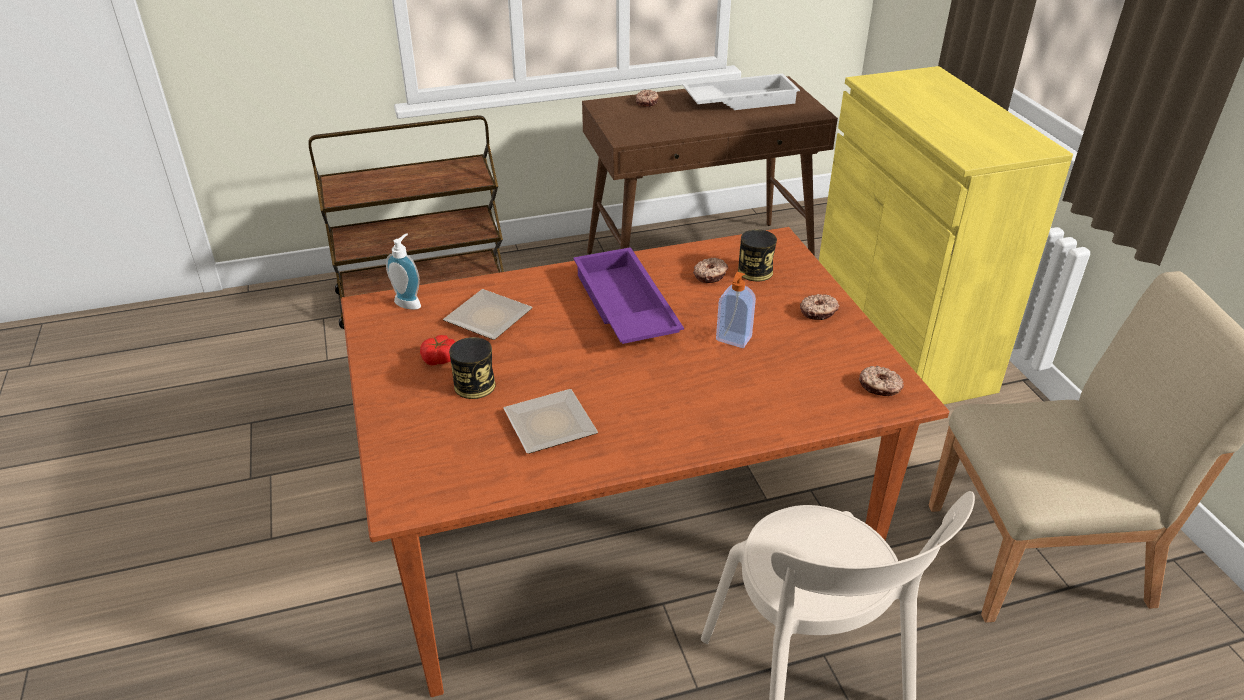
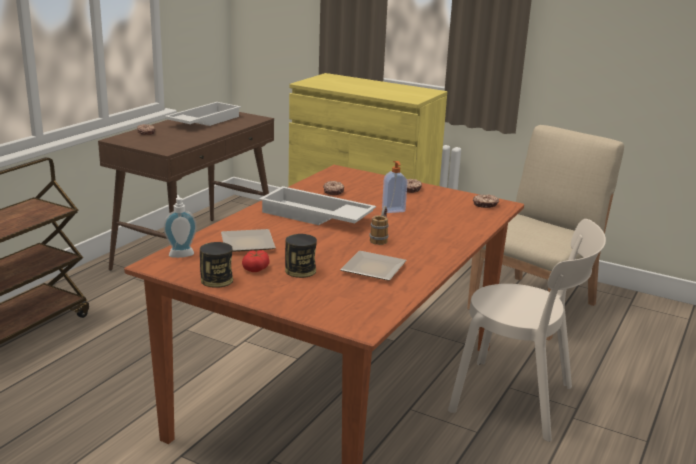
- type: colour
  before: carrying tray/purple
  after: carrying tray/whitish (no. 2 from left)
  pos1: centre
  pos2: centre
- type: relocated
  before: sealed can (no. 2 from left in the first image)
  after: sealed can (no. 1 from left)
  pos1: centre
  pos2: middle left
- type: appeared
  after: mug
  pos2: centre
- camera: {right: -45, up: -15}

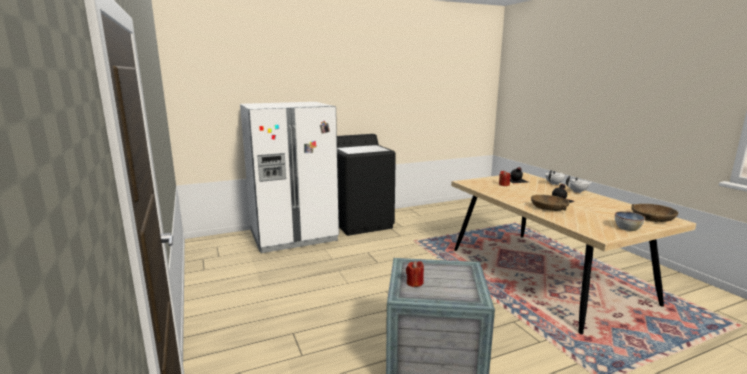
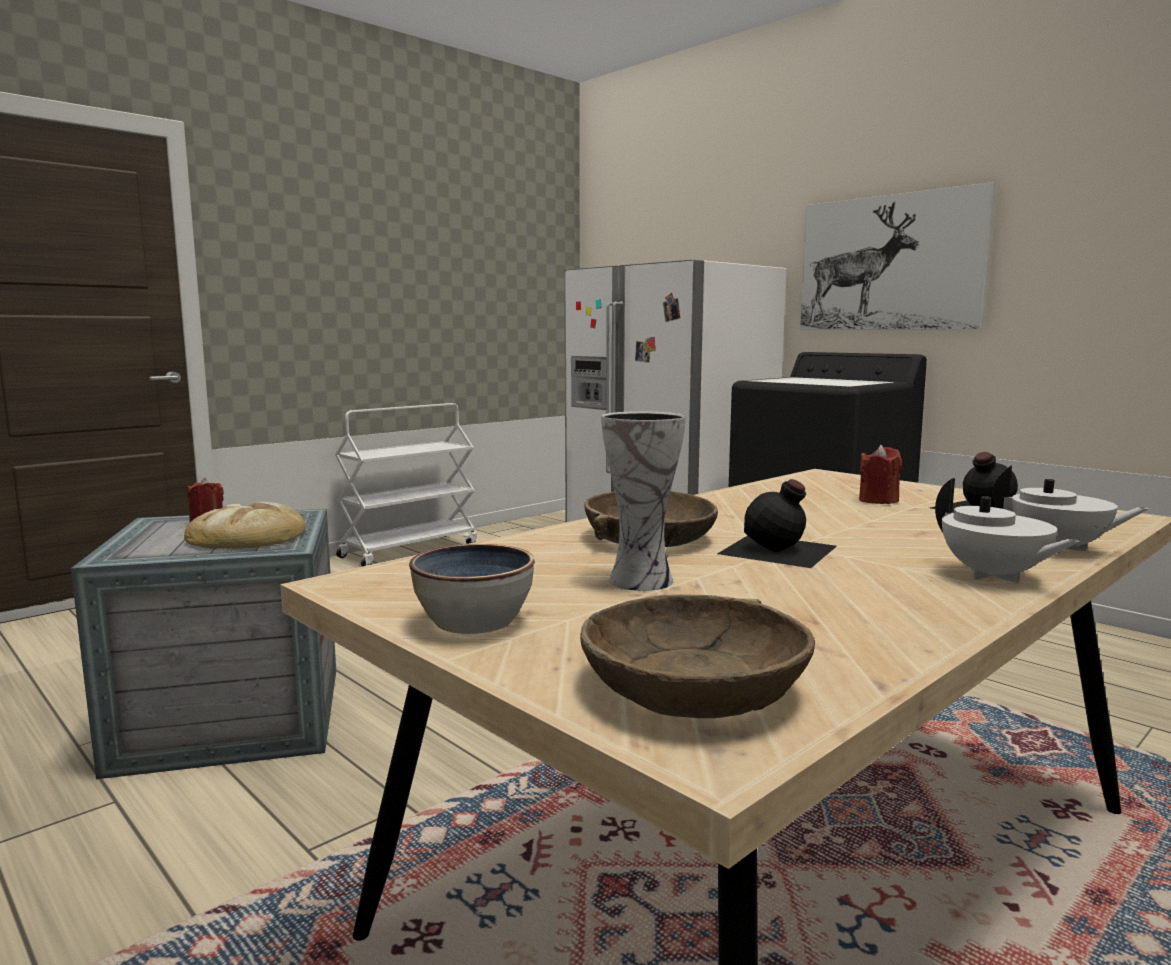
- type: appeared
  after: baked bread
  pos2: middle left
- type: appeared
  after: cart/whitish
  pos2: centre
- type: appeared
  after: decorative vase
  pos2: centre
- type: appeared
  after: wall art
  pos2: top right
- camera: {right: 70, up: -5}

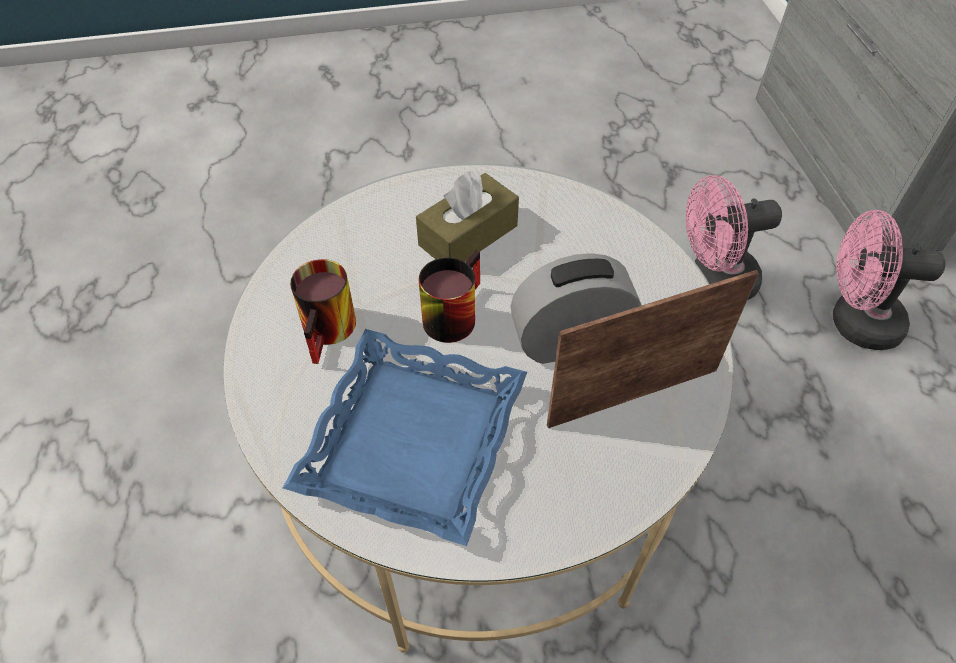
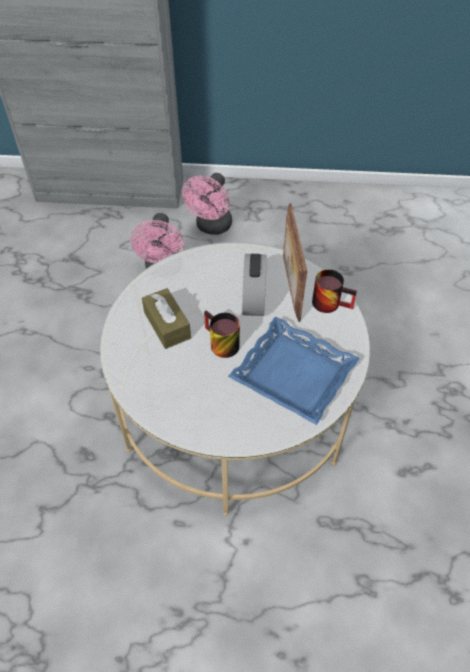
- type: relocated
  before: mug (no. 1 from left in the first image)
  after: mug (no. 2 from left)
  pos1: centre
  pos2: middle right
- camera: {right: -75, up: 0}

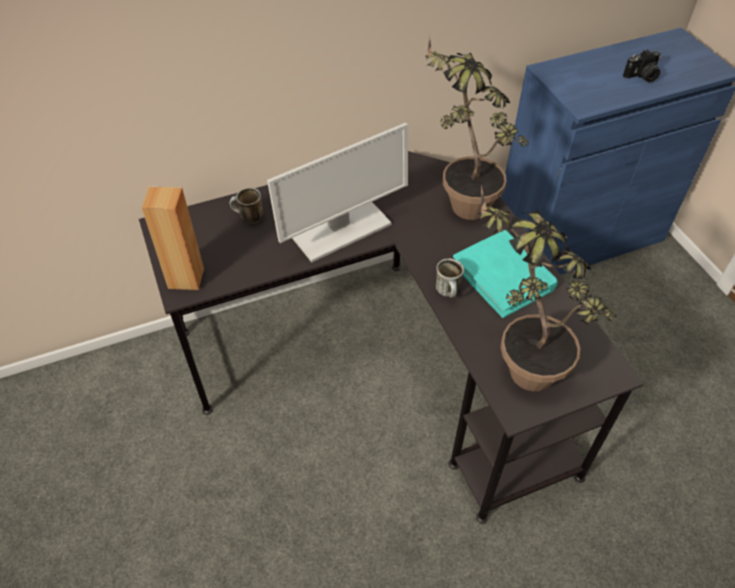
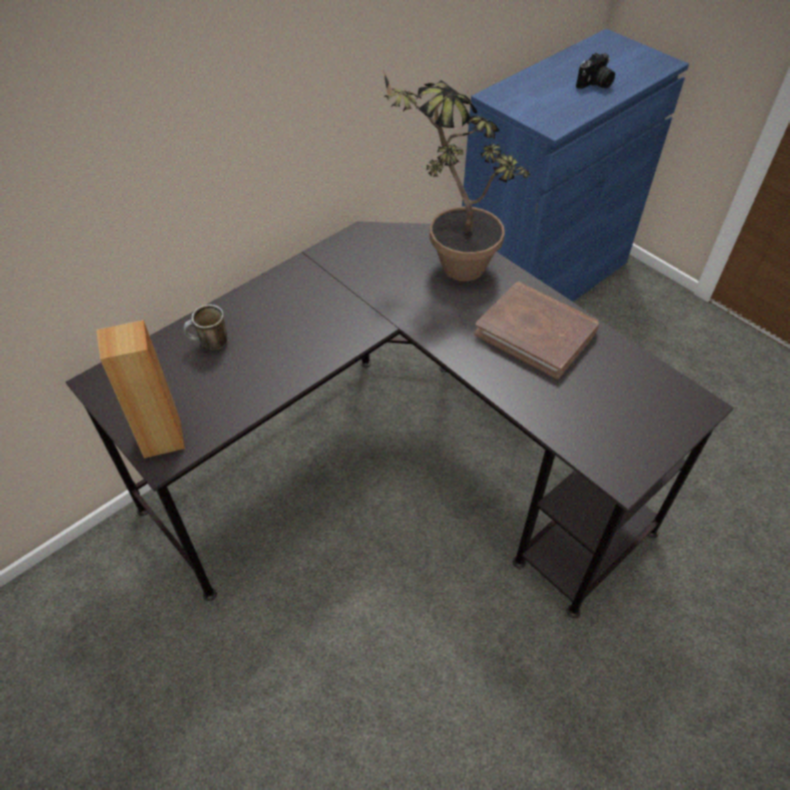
- type: missing
  before: monitor
  pos1: top centre
- type: missing
  before: mug (no. 2 from left)
  pos1: centre
- type: colour
  before: book/blue-green
  after: book/brown
  pos1: middle right
  pos2: middle right
- type: missing
  before: plant in a pot (no. 2 from left)
  pos1: middle right
- camera: {right: -20, up: 0}

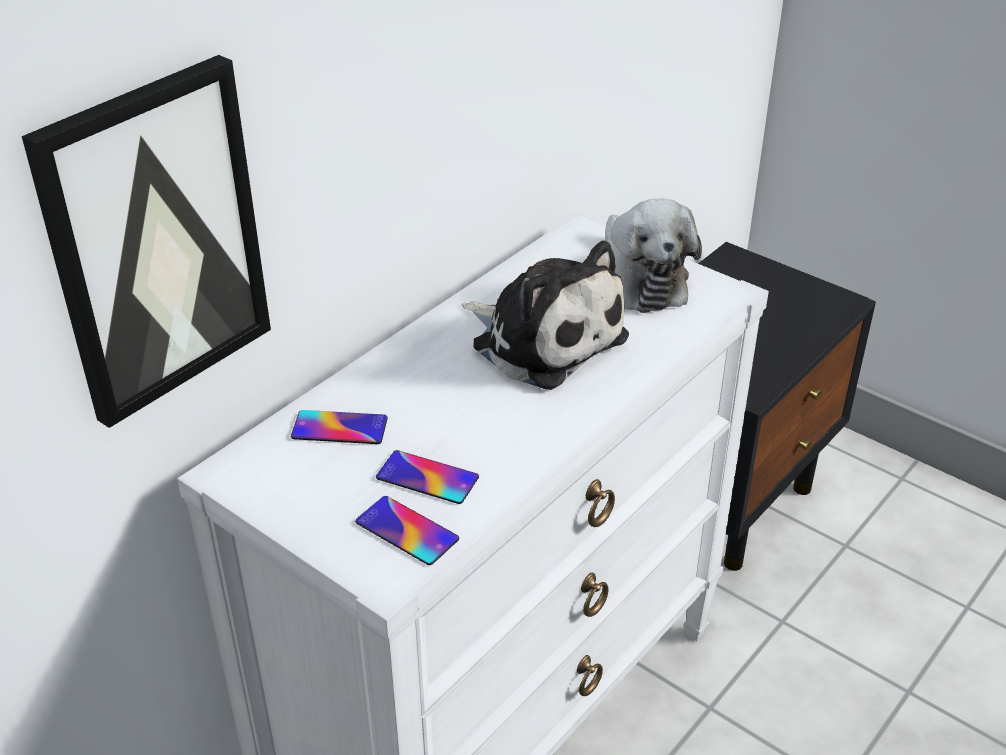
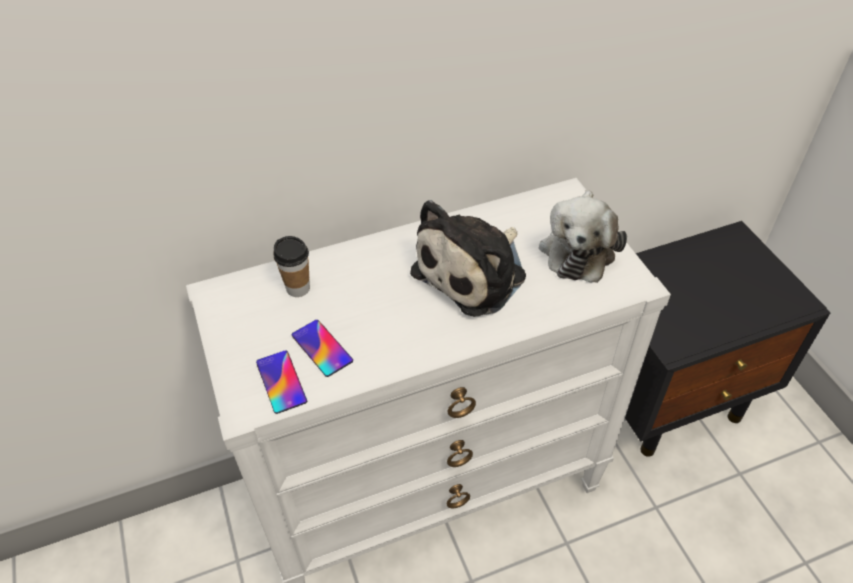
- type: missing
  before: wall art
  pos1: top left
- type: exchanged
  before: phone (no. 1 from left)
  after: cup
  pos1: centre
  pos2: centre
- type: spun
  before: cuddly toy (no. 1 from left)
  pos1: centre
  pos2: centre
  turn: 60
- camera: {right: 30, up: 10}

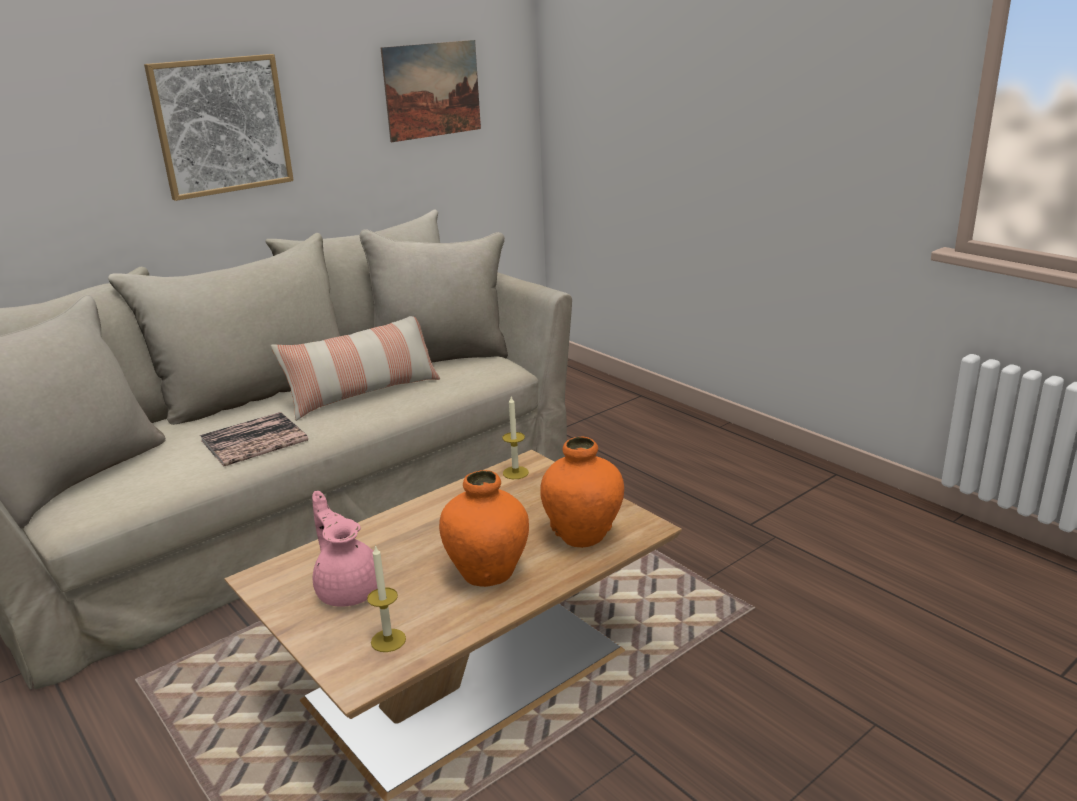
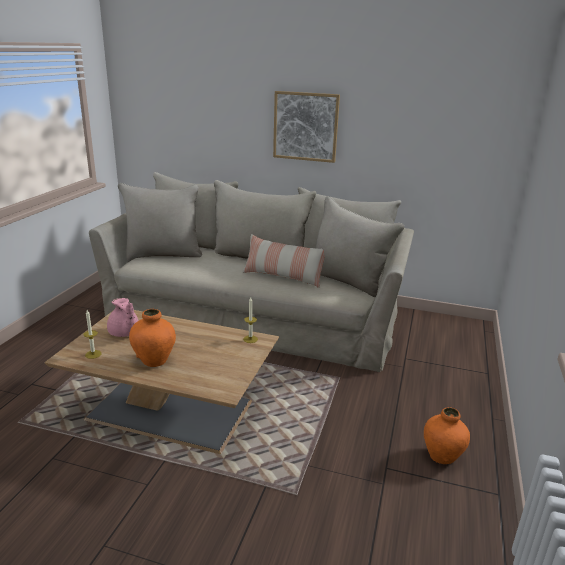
- type: missing
  before: book
  pos1: middle left
- type: spun
  before: tea pot/pink
  pos1: bottom left
  pos2: middle left
  turn: 120
- type: missing
  before: wall art (no. 2 from left)
  pos1: top centre
- type: relocated
  before: decorative vase/orange (no. 2 from left)
  pos1: centre
  pos2: bottom right
- camera: {right: 55, up: 0}

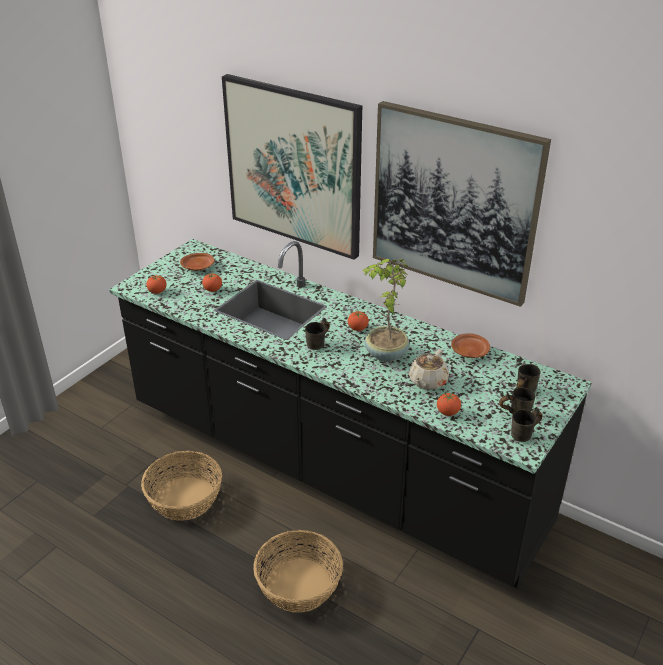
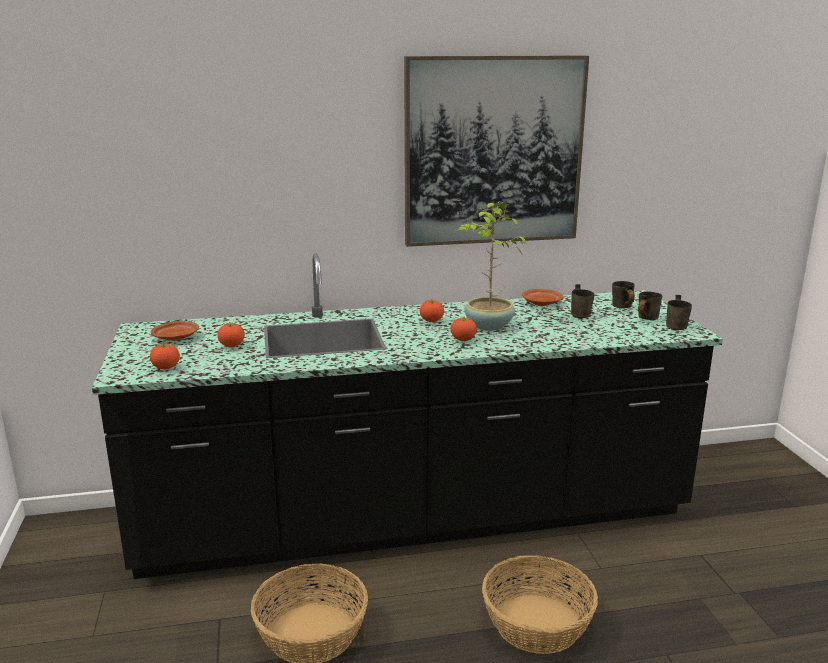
- type: missing
  before: wall art (no. 1 from left)
  pos1: top centre
- type: relocated
  before: mug/greyish (no. 1 from left)
  pos1: centre
  pos2: middle right
- type: missing
  before: tea pot/sand-coloured
  pos1: centre
- type: relocated
  before: whole tomato (no. 4 from left)
  pos1: middle right
  pos2: centre
- camera: {right: -45, up: -15}

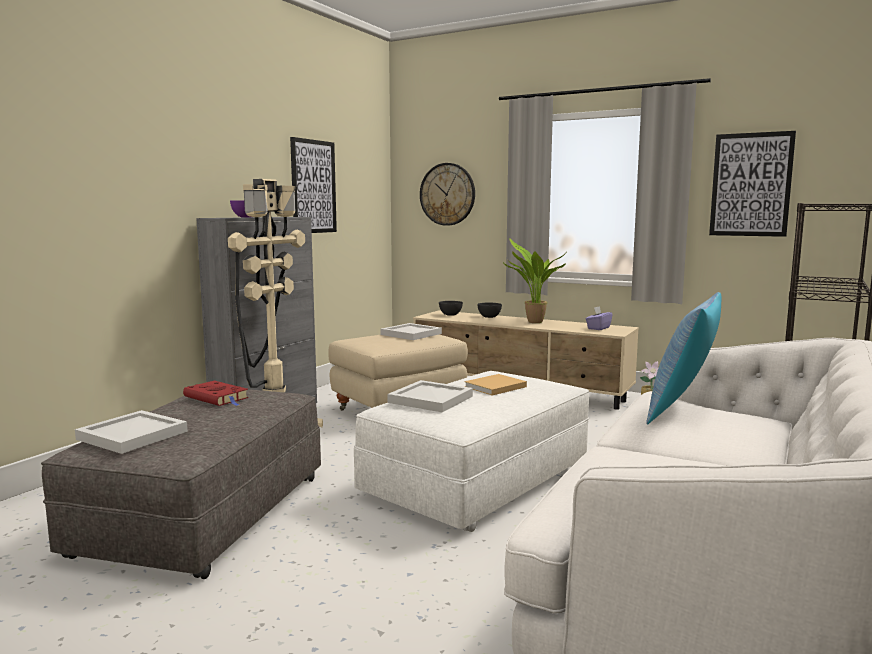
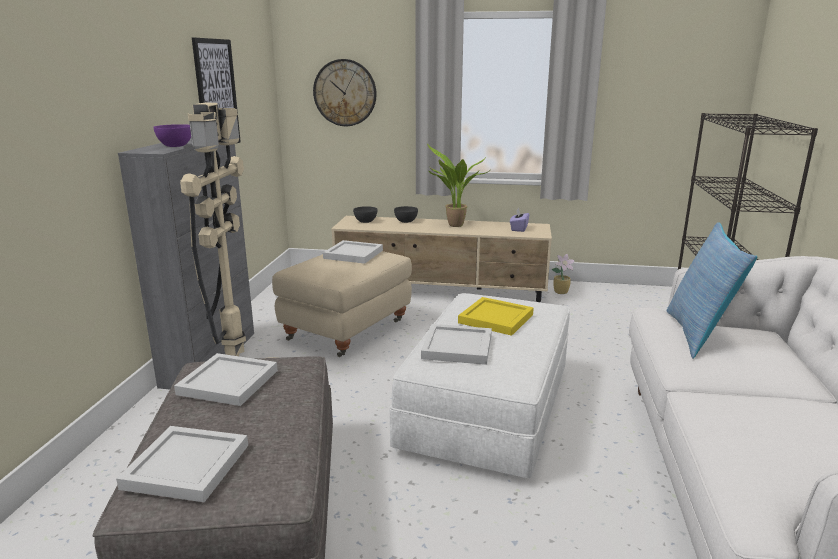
- type: exchanged
  before: book/red-coloured
  after: carrying tray/whitish (no. 2 from left)
  pos1: middle left
  pos2: bottom left
- type: exchanged
  before: book/sand-coloured
  after: carrying tray/yellowish
  pos1: centre
  pos2: centre
- type: missing
  before: wall art (no. 2 from left)
  pos1: top right
- camera: {right: -20, up: 10}

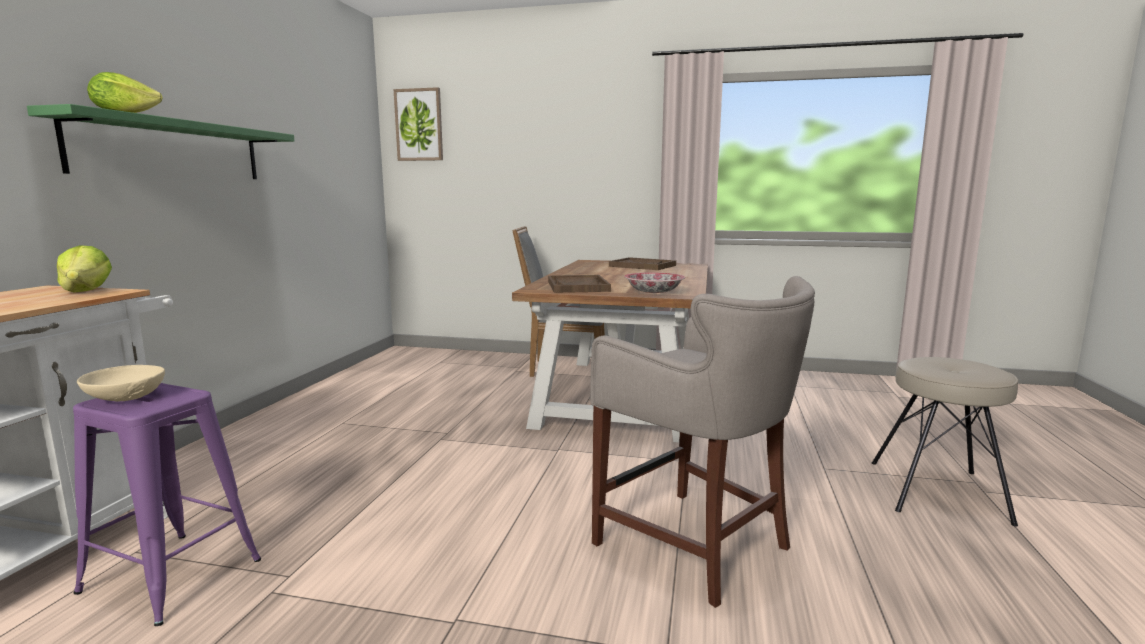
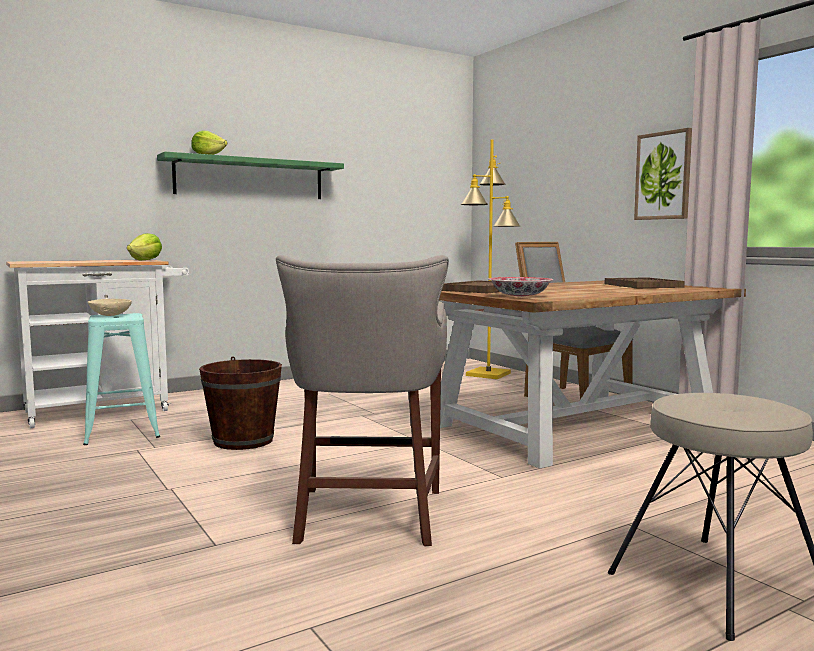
- type: colour
  before: stool/purple
  after: stool/blue-green
  pos1: bottom left
  pos2: middle left
- type: relocated
  before: wall art
  pos1: top centre
  pos2: top right
- type: appeared
  after: pail/brown
  pos2: middle left
- type: appeared
  after: floor lamp/yellowish
  pos2: centre
- camera: {right: 45, up: -5}

